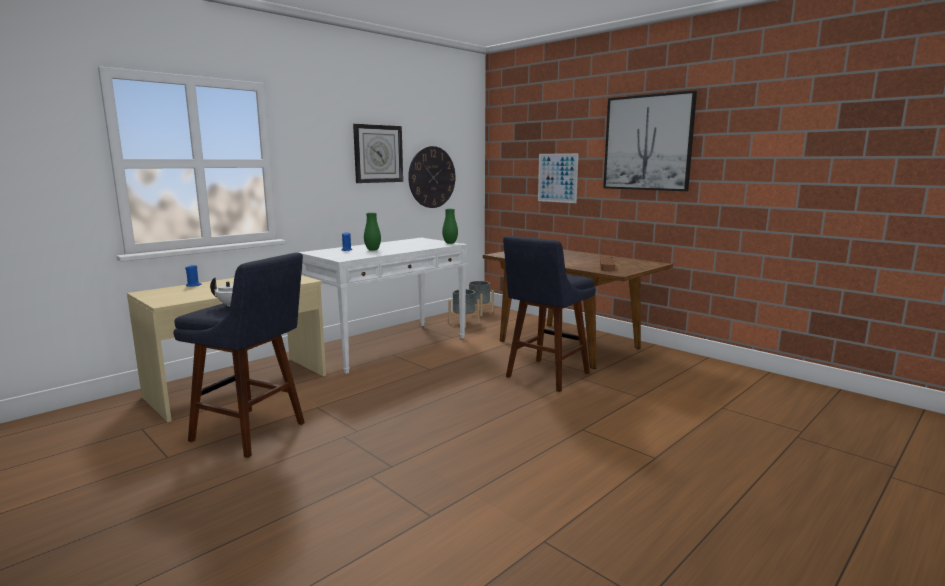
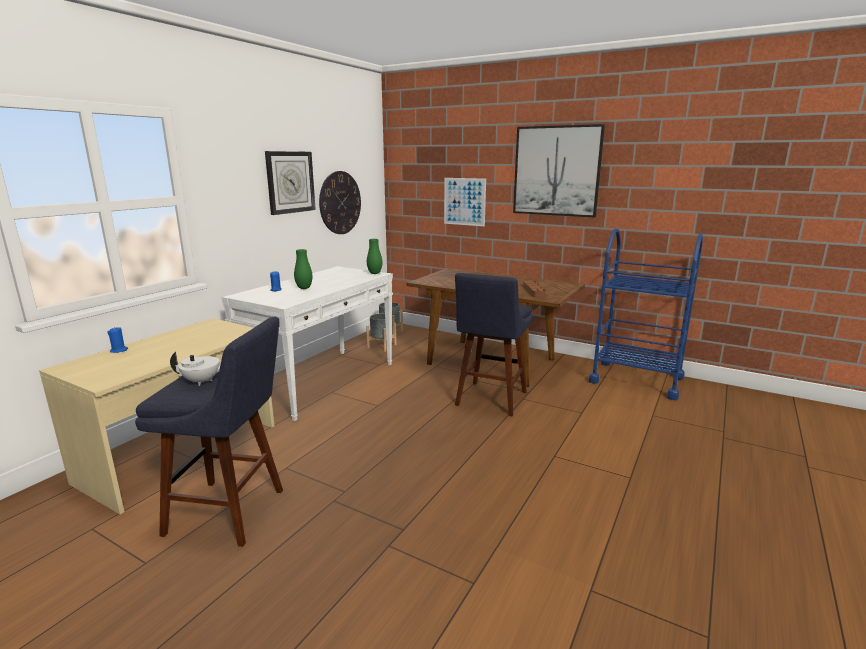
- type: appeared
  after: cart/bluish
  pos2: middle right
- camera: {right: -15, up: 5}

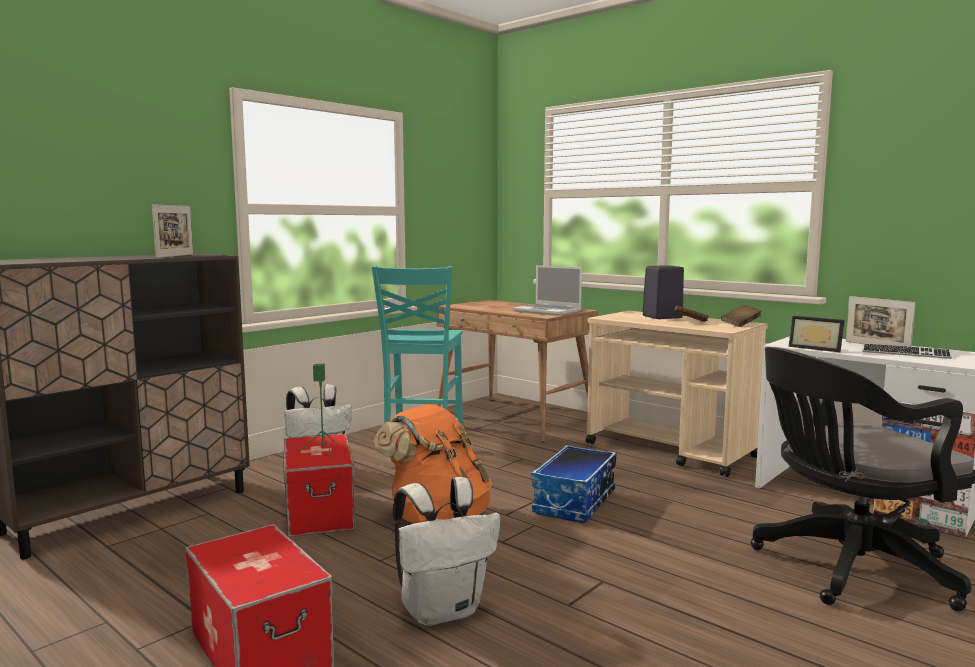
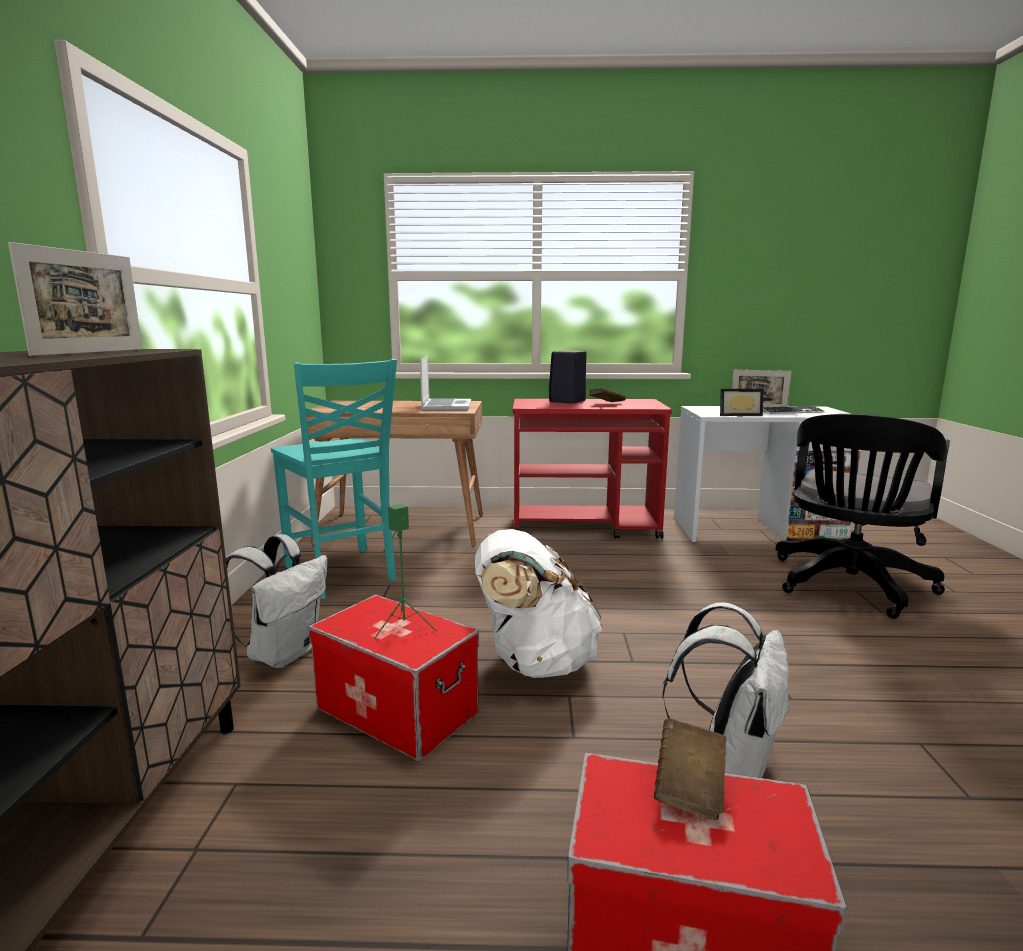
- type: spun
  before: picture frame (no. 1 from left)
  pos1: middle left
  pos2: top left
  turn: 45
- type: colour
  before: rucksack/orange
  after: rucksack/whitish (no. 2 from left)
  pos1: bottom centre
  pos2: centre
- type: spun
  before: portable computer
  pos1: centre
  pos2: centre
  turn: -90
- type: missing
  before: storage container (no. 3 from left)
  pos1: bottom centre
- type: colour
  before: cart/sand-coloured
  after: cart/red-coloured
  pos1: middle right
  pos2: centre
- type: relocated
  before: book/brown (no. 2 from left)
  pos1: middle right
  pos2: bottom right
- camera: {right: -40, up: 5}

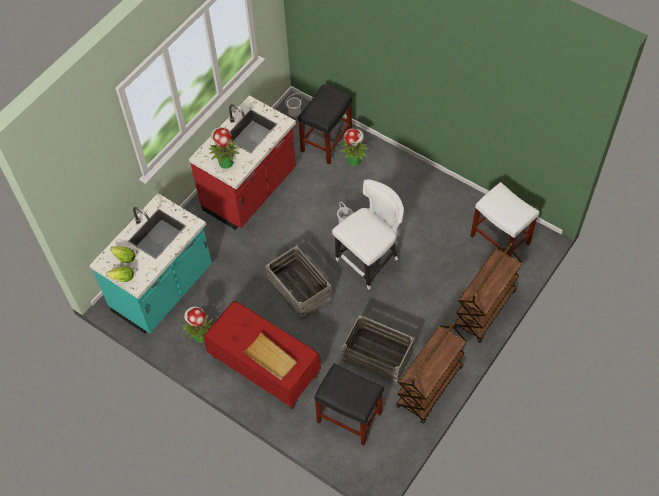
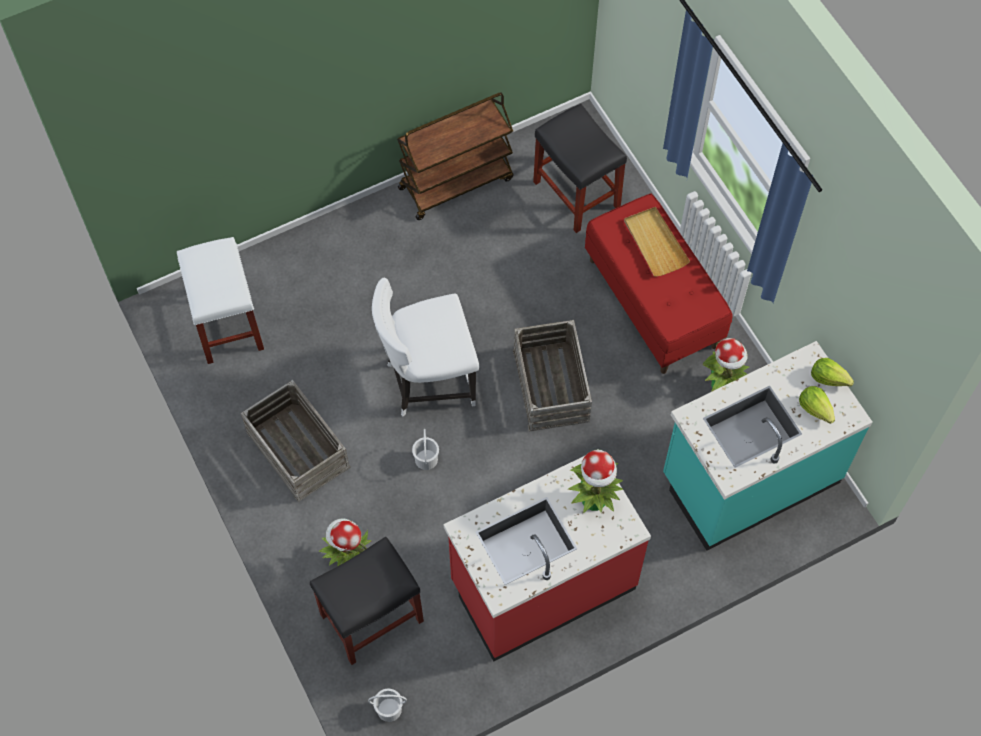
- type: relocated
  before: packing crate (no. 2 from left in the first image)
  after: packing crate (no. 1 from left)
  pos1: bottom centre
  pos2: middle left
- type: missing
  before: cart/brown (no. 2 from left)
  pos1: middle right
- camera: {right: -155, up: 5}

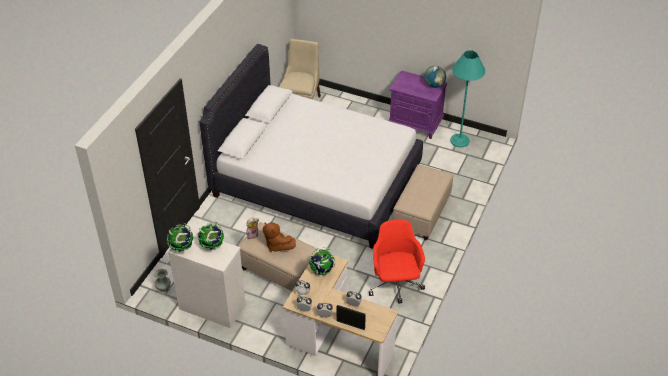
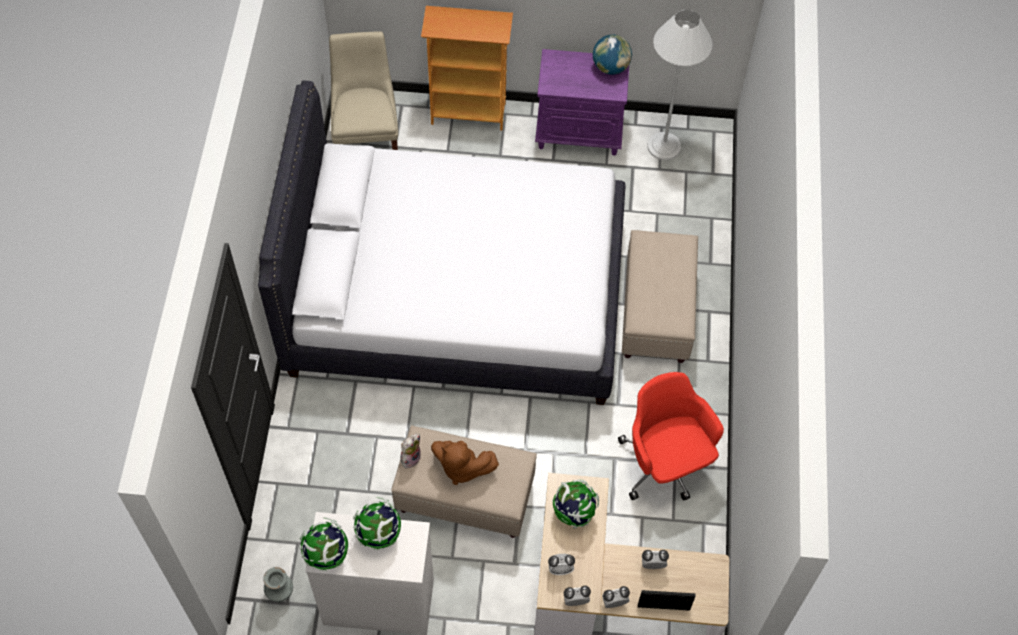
- type: colour
  before: floor lamp/blue-green
  after: floor lamp/whitish
  pos1: top right
  pos2: top right
- type: appeared
  after: bookshelf
  pos2: top centre
- camera: {right: -20, up: 15}

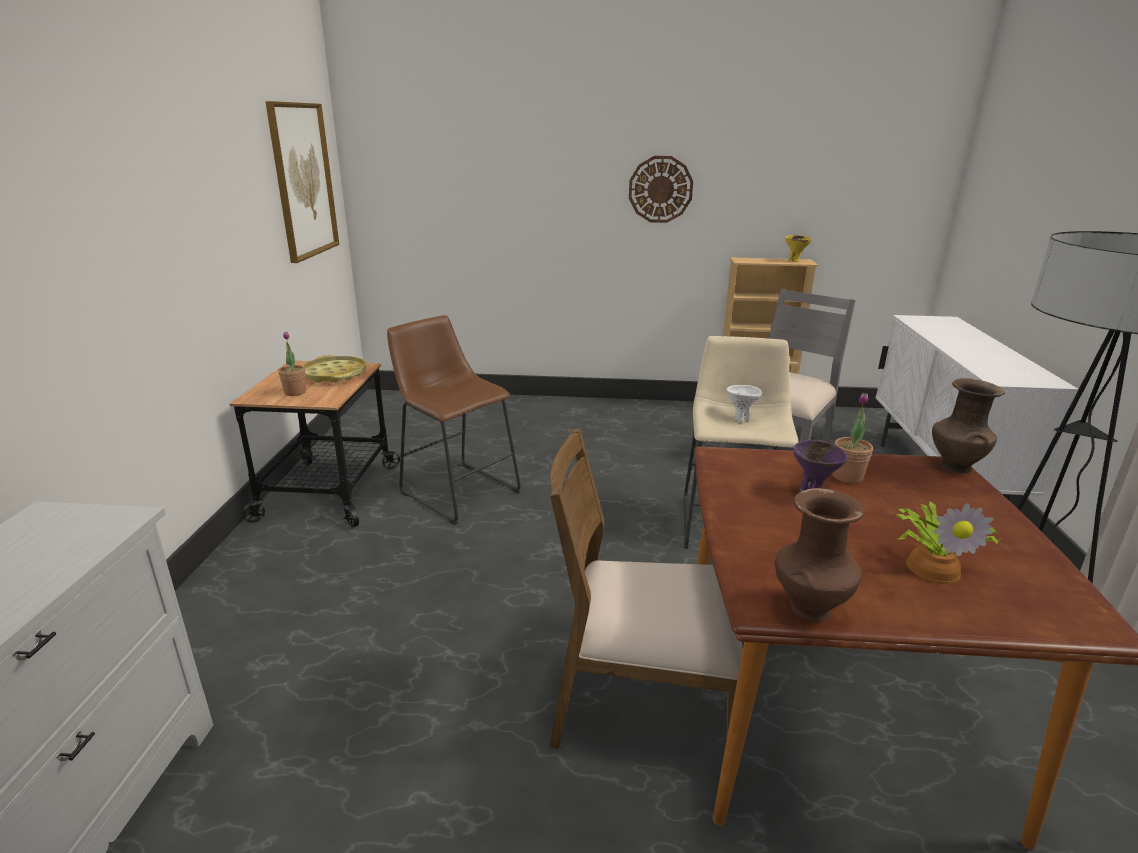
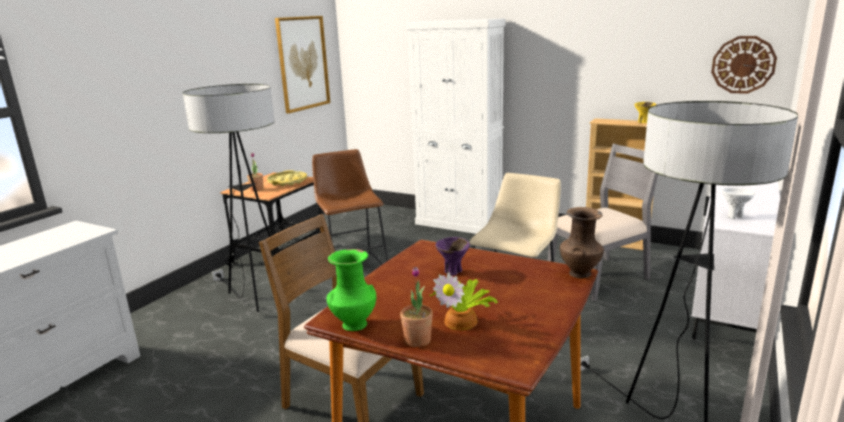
- type: relocated
  before: hanging clock
  pos1: top centre
  pos2: top right
- type: relocated
  before: bowl/whitish
  pos1: centre
  pos2: middle right
- type: colour
  before: decorative vase/brown (no. 1 from left)
  after: decorative vase/greenish
  pos1: middle right
  pos2: bottom centre
- type: relocated
  before: plant in a pot (no. 2 from left)
  pos1: middle right
  pos2: bottom centre
- type: appeared
  after: floor lamp (no. 1 from left)
  pos2: middle left
- type: appeared
  after: cupboard/whitish (no. 1 from left)
  pos2: top centre
- camera: {right: 25, up: -5}

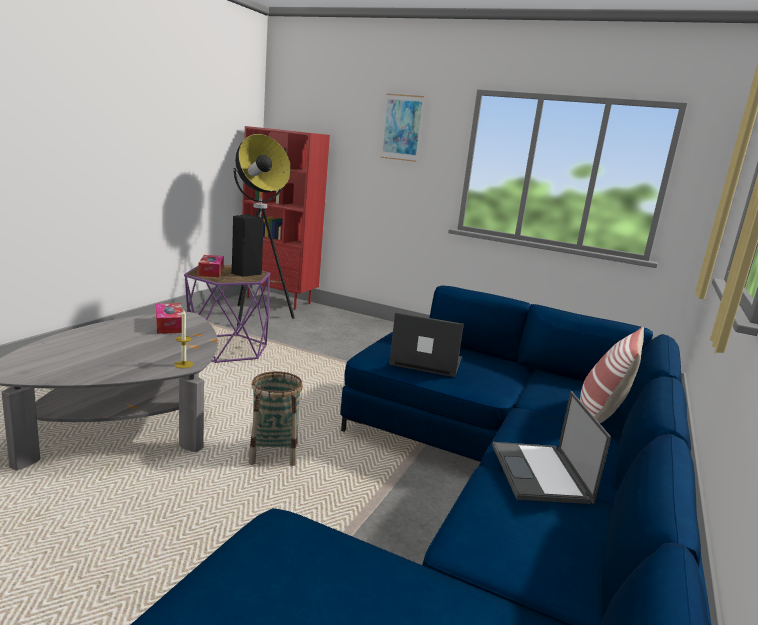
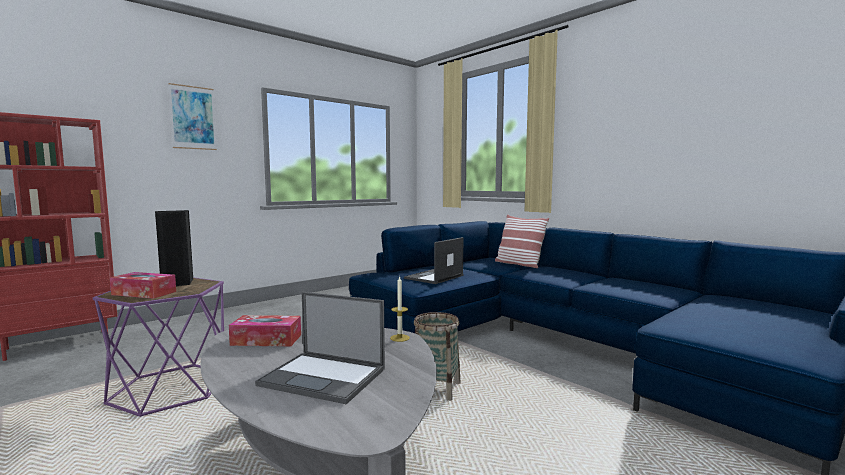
- type: missing
  before: floor lamp
  pos1: centre
- type: relocated
  before: portable computer (no. 2 from left in the first image)
  after: portable computer (no. 1 from left)
  pos1: bottom right
  pos2: bottom centre
- camera: {right: -65, up: -10}

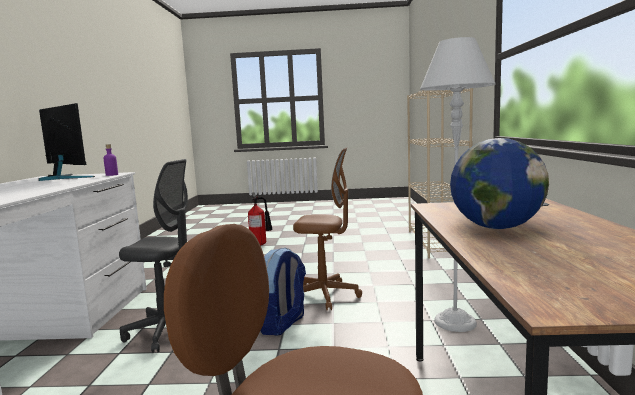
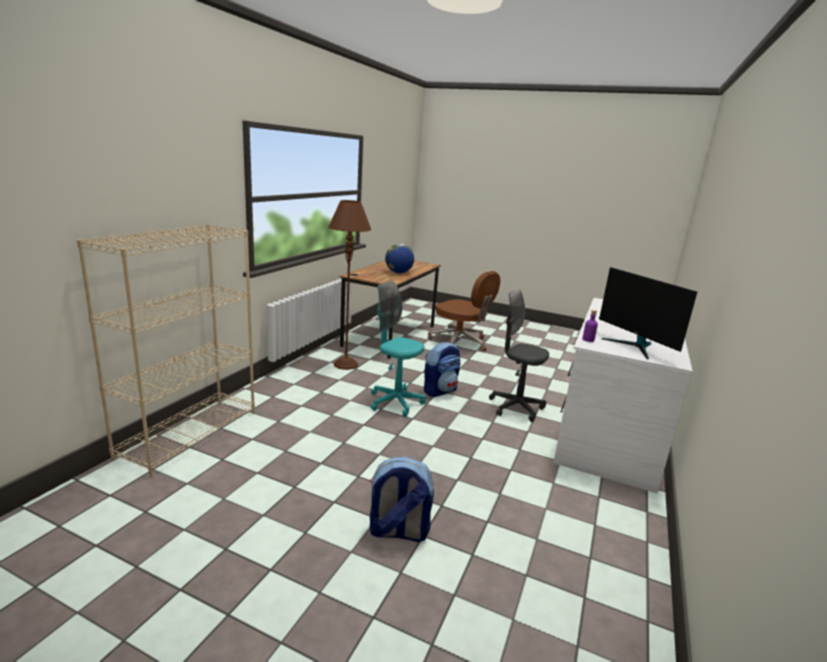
- type: exchanged
  before: extinguisher
  after: rucksack (no. 1 from left)
  pos1: centre
  pos2: bottom centre
- type: colour
  before: desk chair/brown (no. 2 from left)
  after: desk chair/blue-green
  pos1: centre
  pos2: centre
- type: colour
  before: floor lamp/greyish
  after: floor lamp/brown
  pos1: middle right
  pos2: centre
- camera: {right: -160, up: 10}

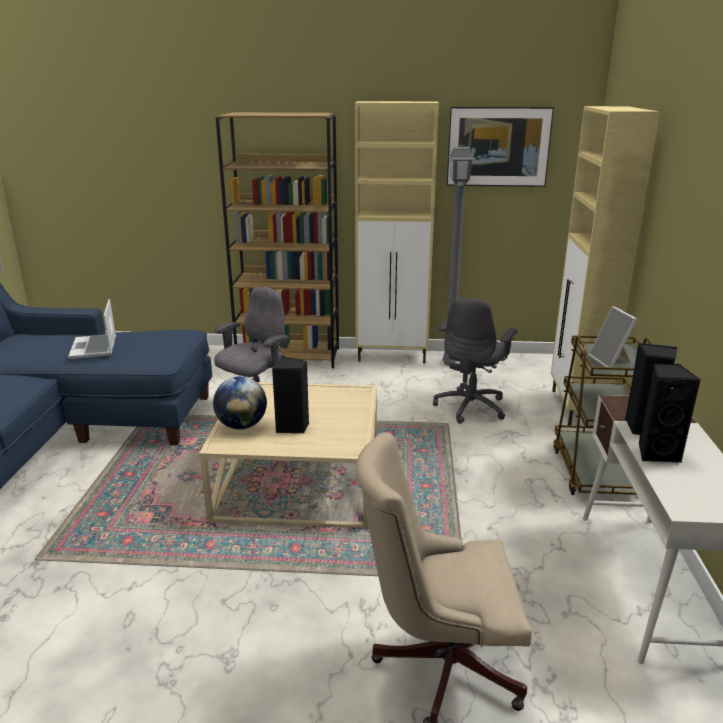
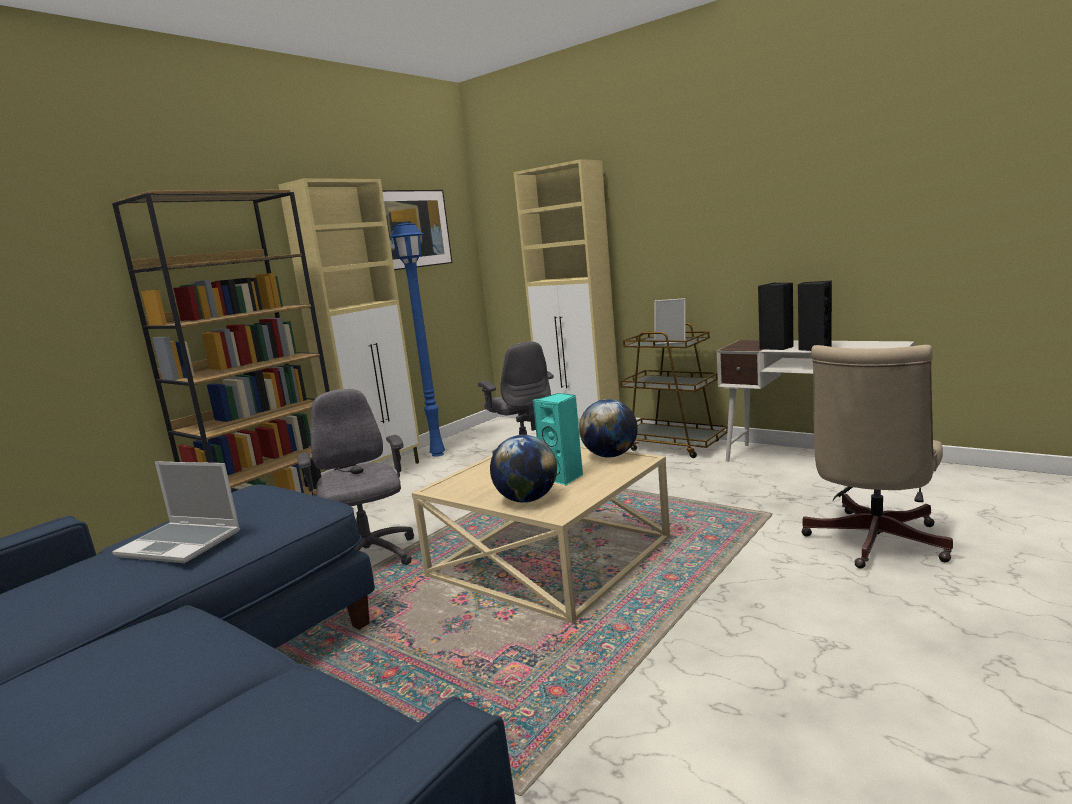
- type: colour
  before: audio speaker/blackish (no. 1 from left)
  after: audio speaker/blue-green
  pos1: centre
  pos2: centre
- type: colour
  before: floor lamp/greyish
  after: floor lamp/bluish
  pos1: centre
  pos2: centre
- type: appeared
  after: desk globe (no. 2 from left)
  pos2: centre
- camera: {right: -55, up: -10}

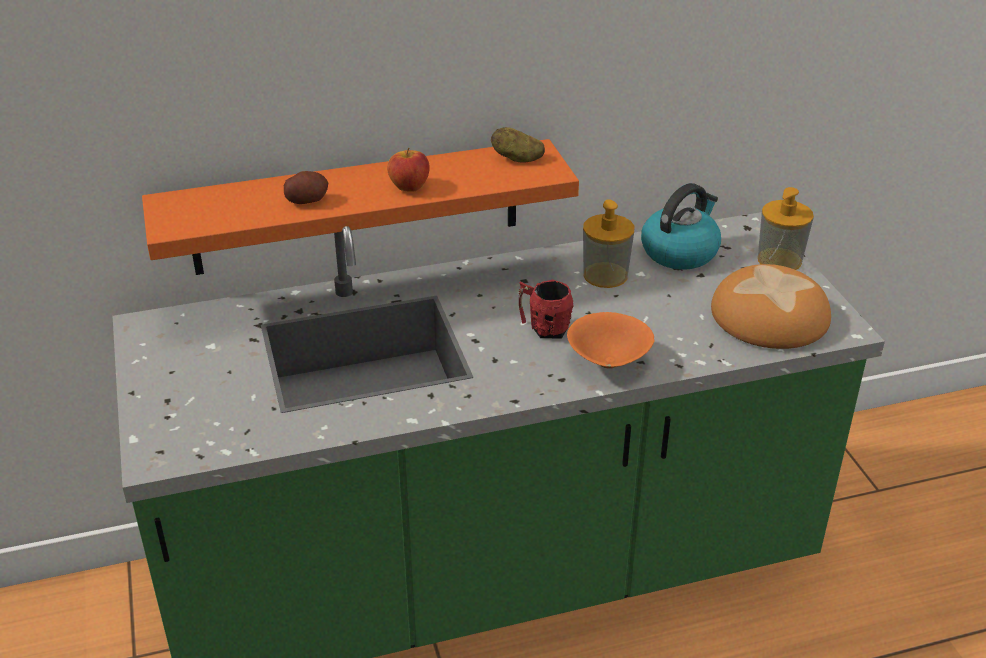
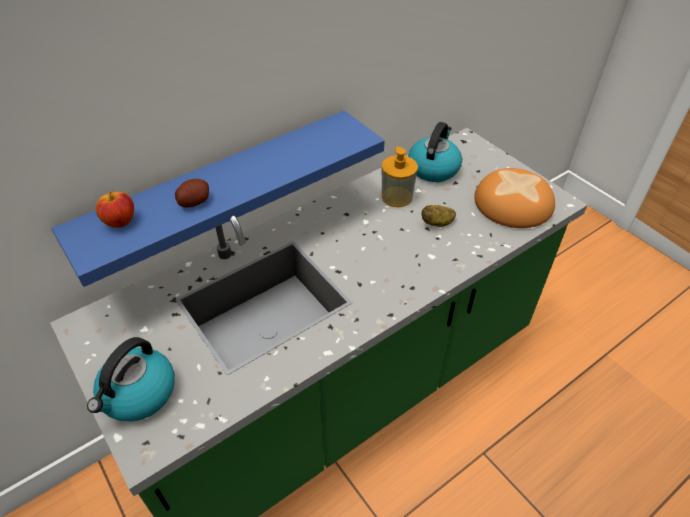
- type: colour
  before: wall shelf/orange
  after: wall shelf/bluish
  pos1: top centre
  pos2: middle left
- type: relocated
  before: apple
  pos1: top centre
  pos2: middle left
- type: relocated
  before: potato (no. 2 from left)
  pos1: top centre
  pos2: centre
- type: missing
  before: mug/red-coloured
  pos1: centre
- type: missing
  before: bowl/orange
  pos1: centre
- type: missing
  before: liquid soap bottle (no. 2 from left)
  pos1: middle right
- type: appeared
  after: water kettle (no. 1 from left)
  pos2: bottom left
- camera: {right: -20, up: 10}

